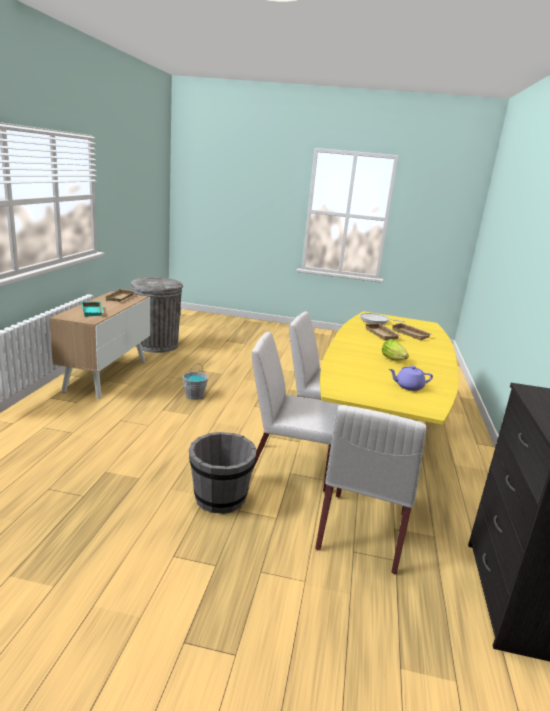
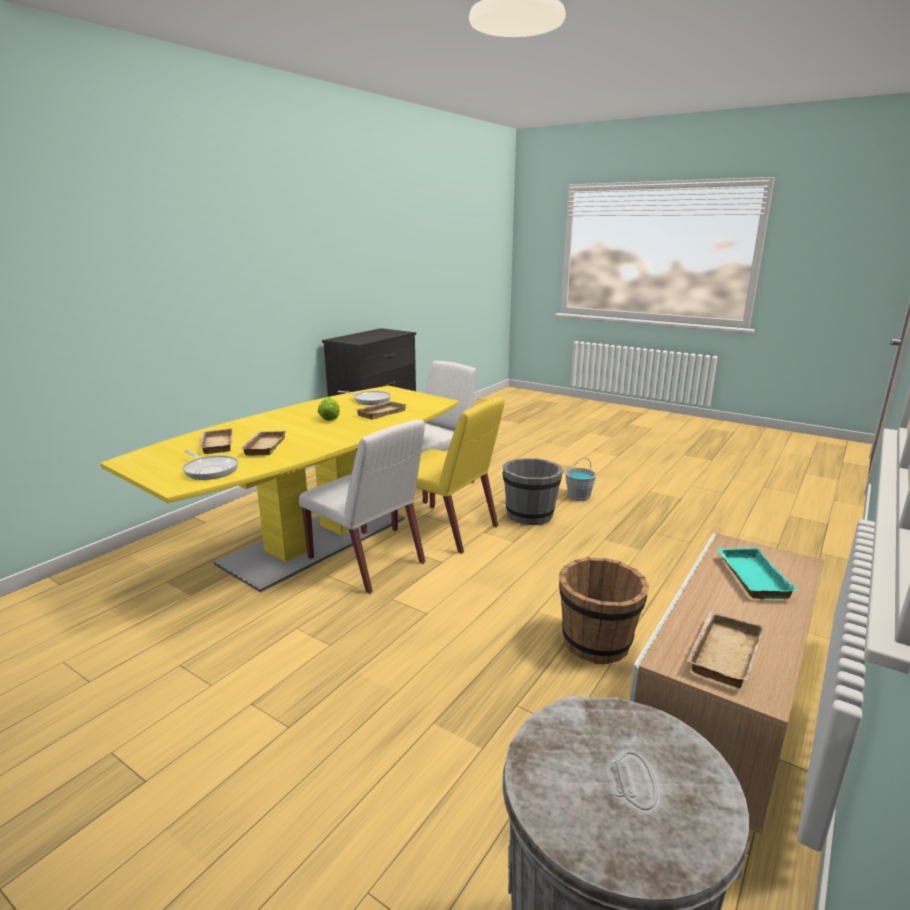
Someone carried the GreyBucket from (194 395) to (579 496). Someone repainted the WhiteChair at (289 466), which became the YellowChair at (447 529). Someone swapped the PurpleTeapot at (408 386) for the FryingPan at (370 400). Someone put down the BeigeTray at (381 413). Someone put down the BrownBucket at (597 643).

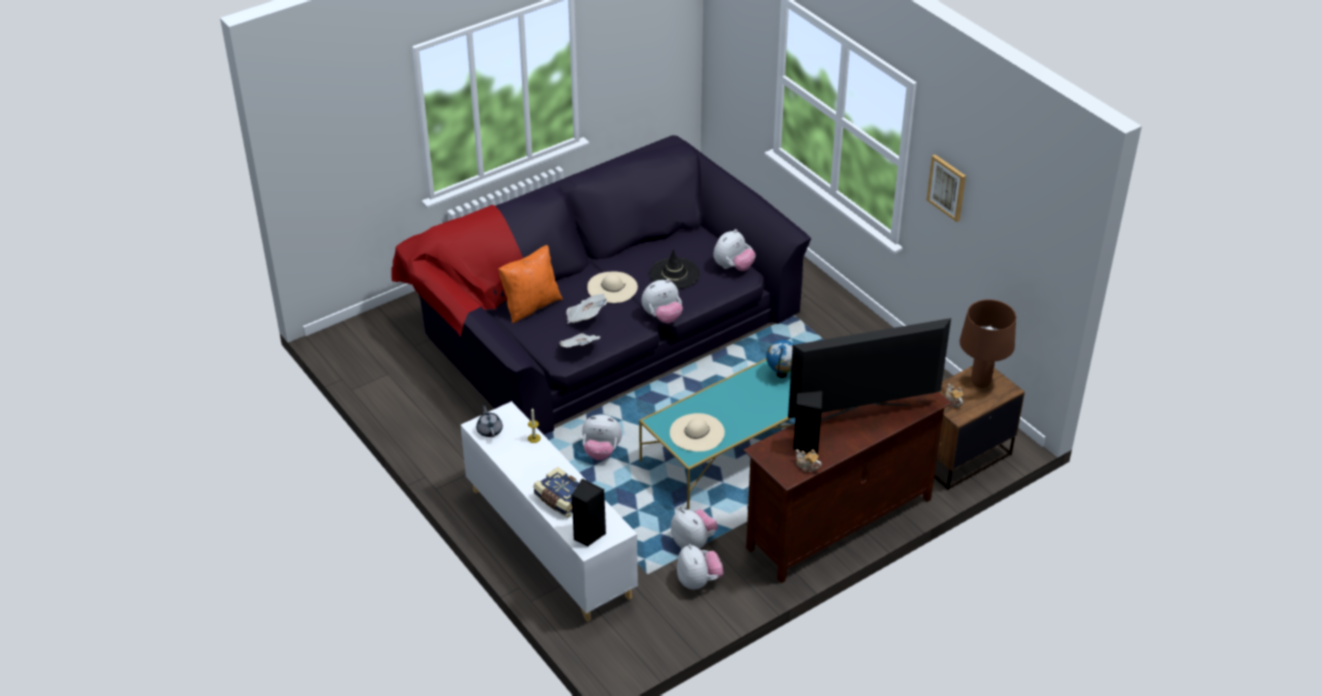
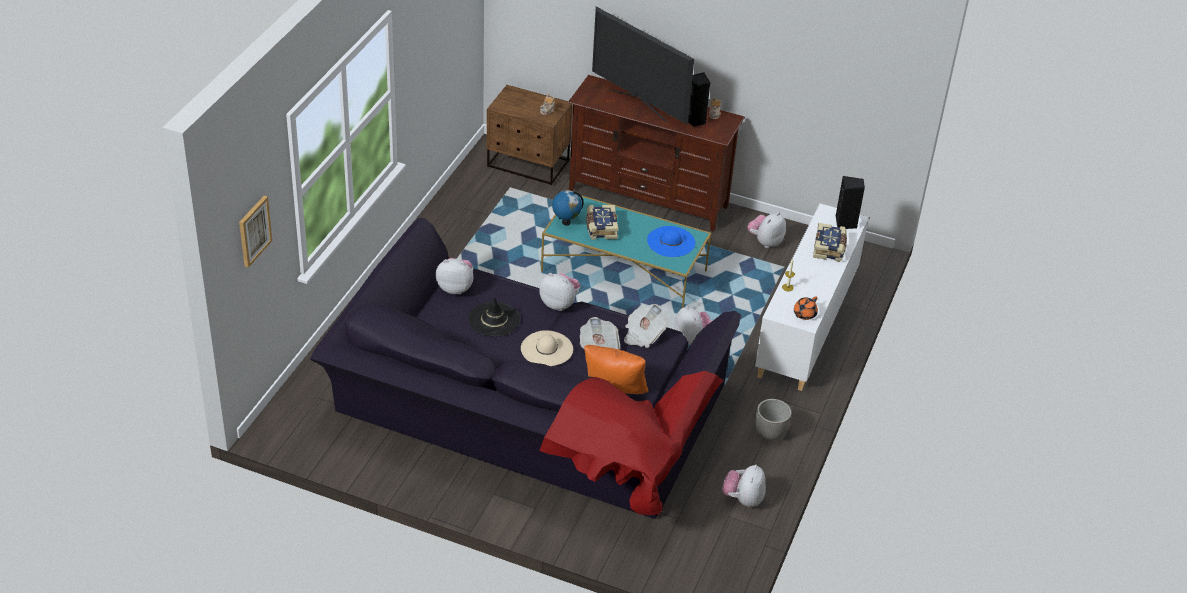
Someone repainted the GreyTeapot at (489 430), which became the OrangeTeapot at (804 314). Someone repainted the BeigeHat at (697 433), which became the BlueHat at (671 241). Someone carried the PlushToy from (693 542) to (743 499). Someone carried the Picture from (947 187) to (254 230). Someone took away the BrownTableLamp at (980 382). Someone put down the Book at (601 228). Someone put down the Planter at (770 434).

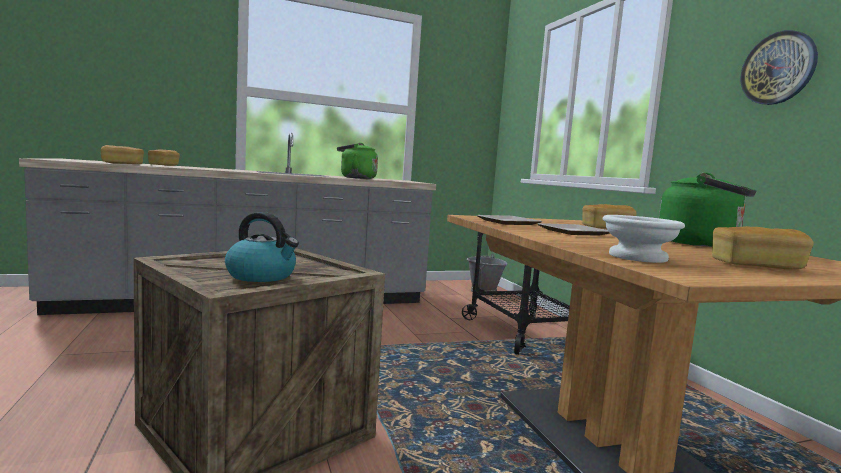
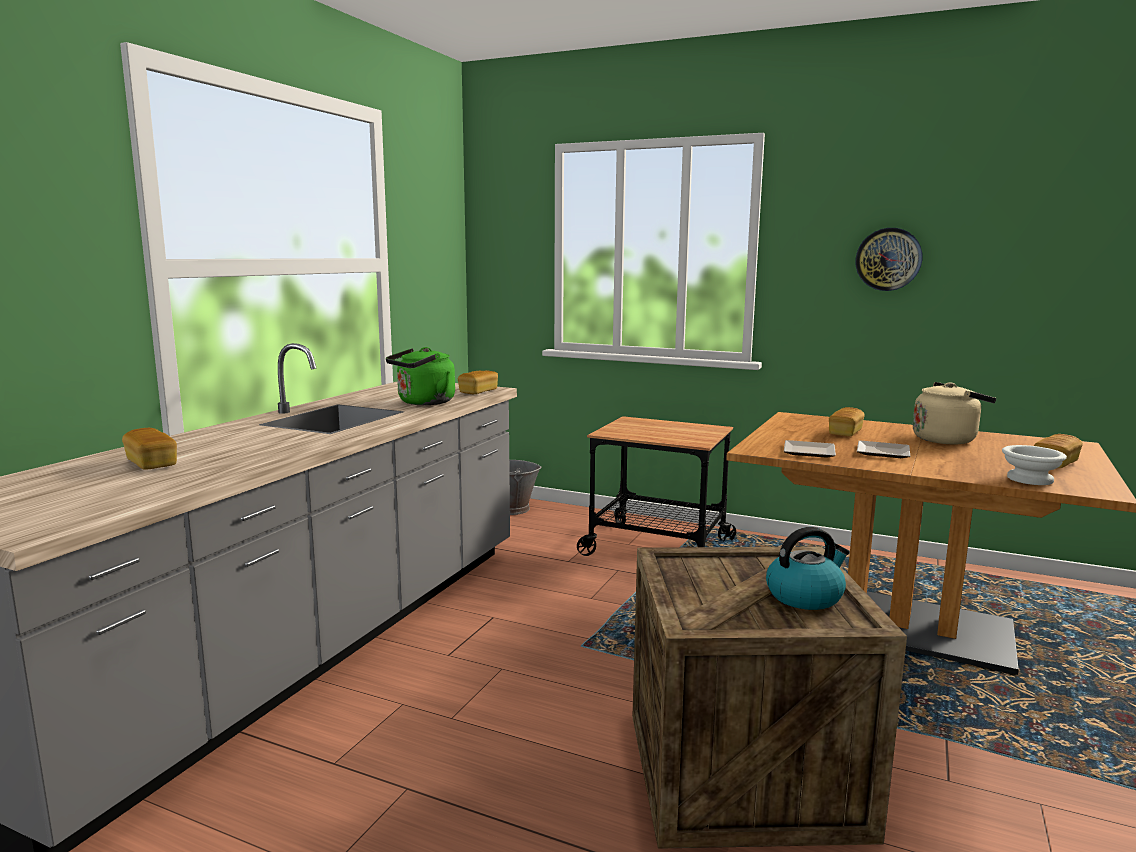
Someone carried the Bread from (122 164) to (478 392). Someone repainted the GreenKettle at (702 244), which became the BeigeKettle at (947 439).

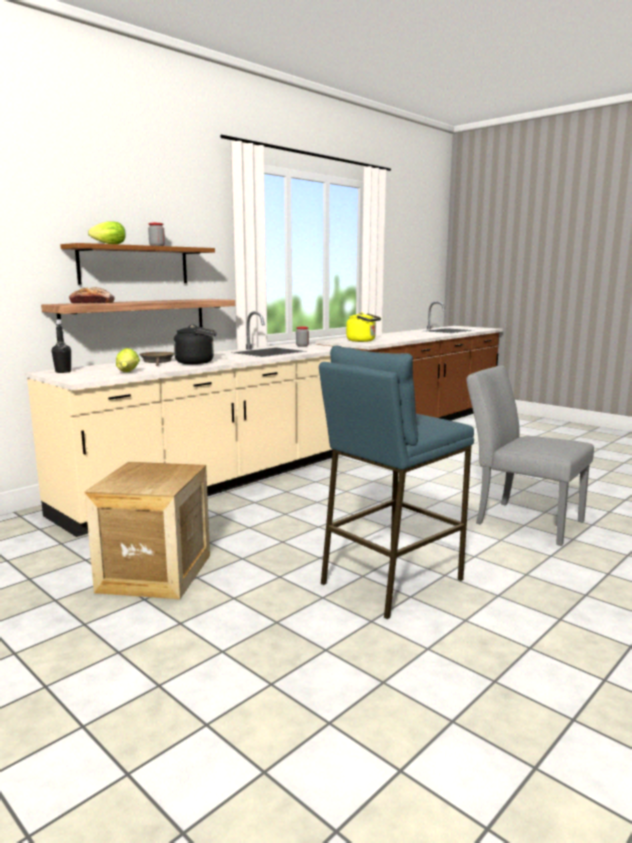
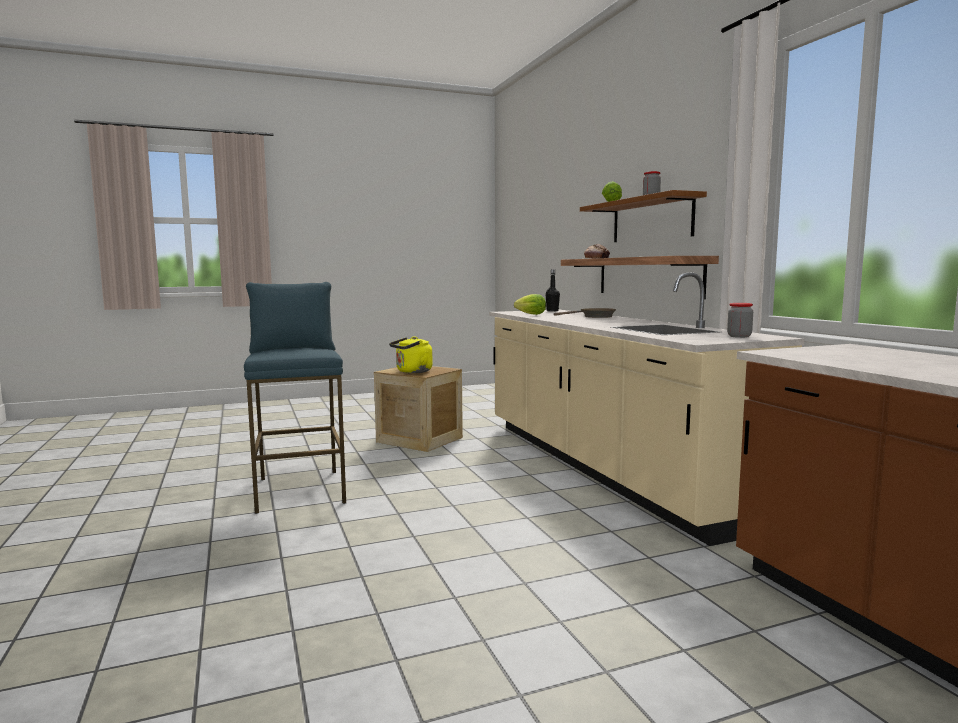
Someone took away the BlackKettle at (197 362). Someone carried the YellowKettle from (363 341) to (412 372). Someone took away the GreyChair at (521 520).

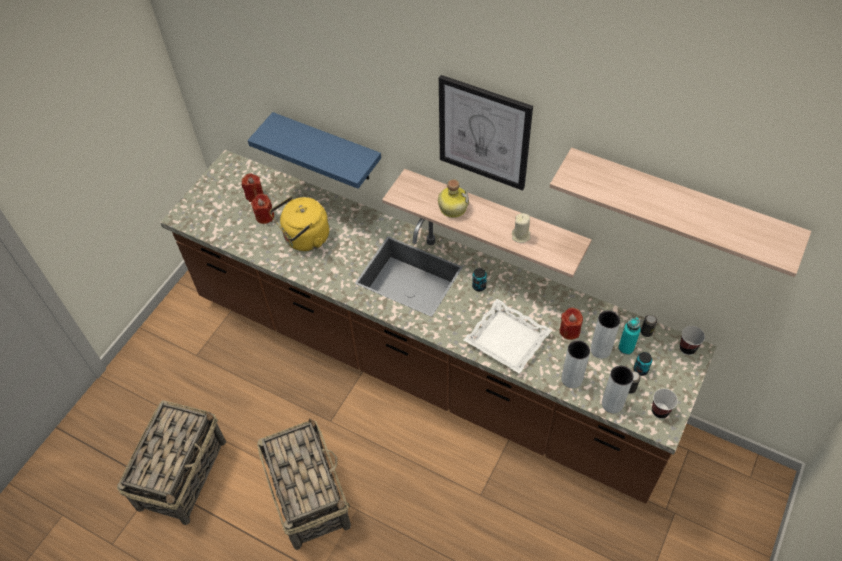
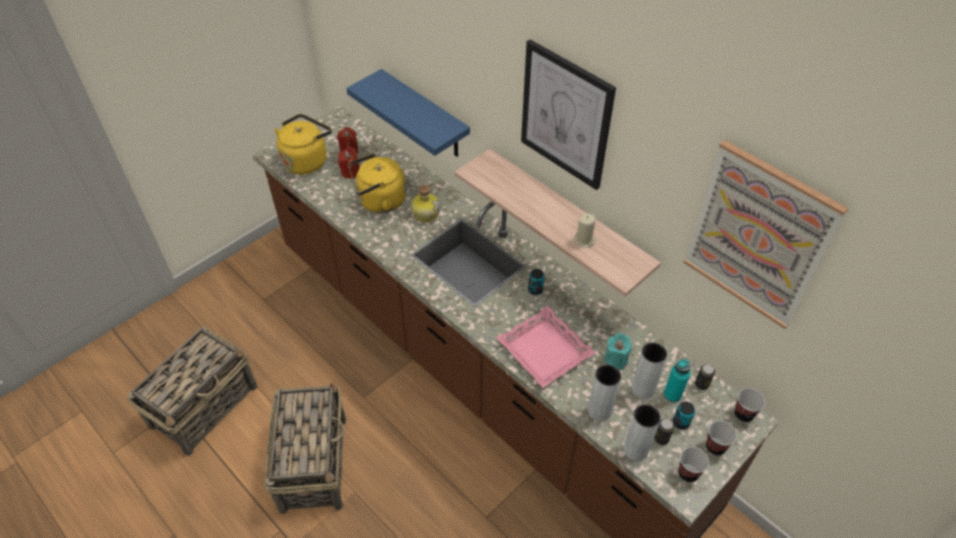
Someone carried the Bottle from (452 207) to (425 213). Someone repainted the WhiteTray at (506 340), which became the PinkTray at (544 350). Someone swapped the Shelf at (680 206) for the Picture at (758 236). Someone repainted the RedCandle at (569 331), which became the TurquoiseCandle at (615 360). Someone put down the YellowKettle at (307 160). Someone put down the Cup at (715 447).

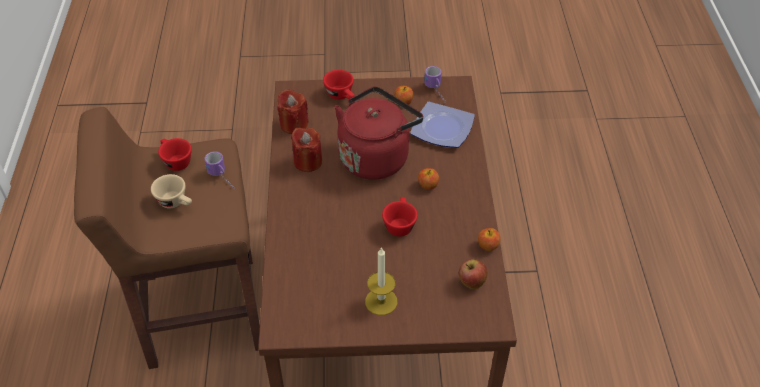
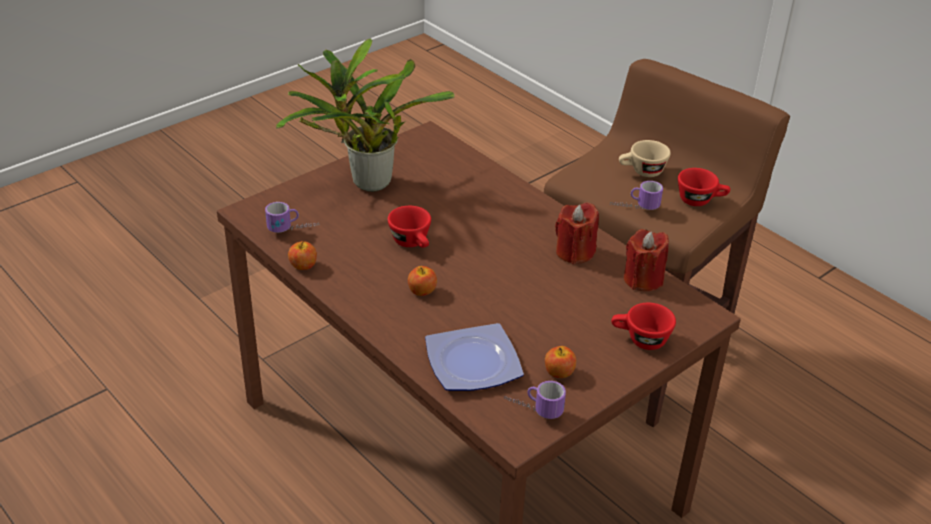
Someone took away the RedKettle at (376 156). Someone swapped the Candle at (381 301) for the PottedPlant at (365 183). Someone swapped the Apple at (471 283) for the Mug at (293 230).

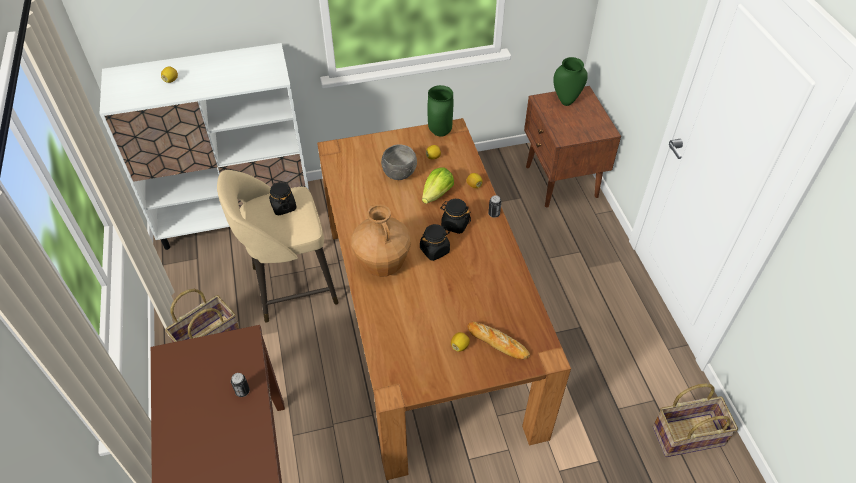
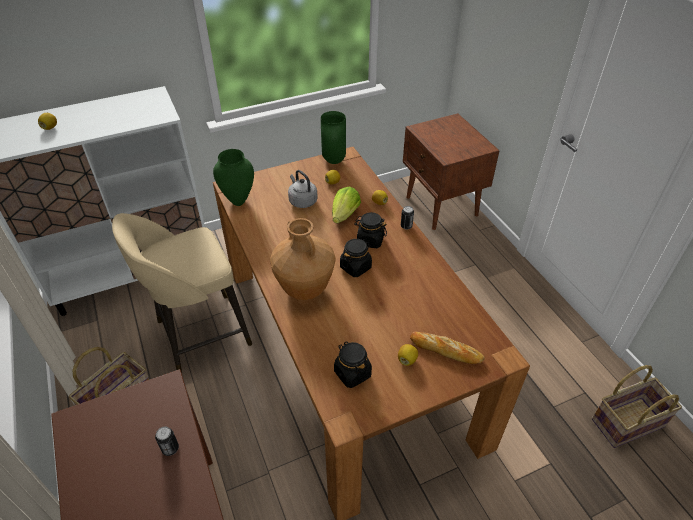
Someone carried the BlackJar from (283 206) to (352 373). Someone swapped the GreyBowl at (399 174) for the GreyKettle at (302 201). Someone carried the GreenVase from (566 102) to (238 201).

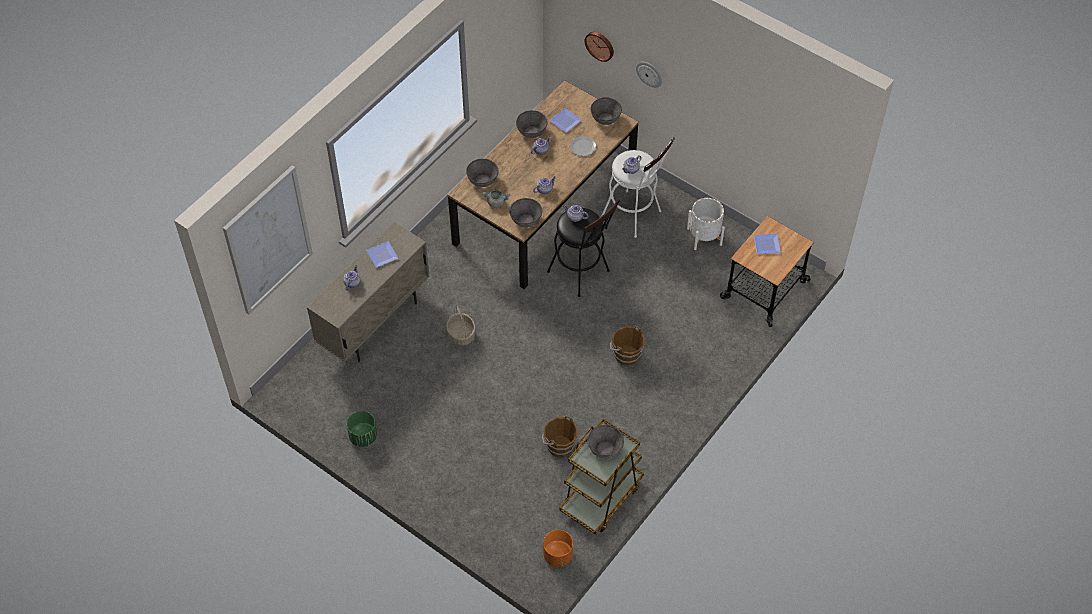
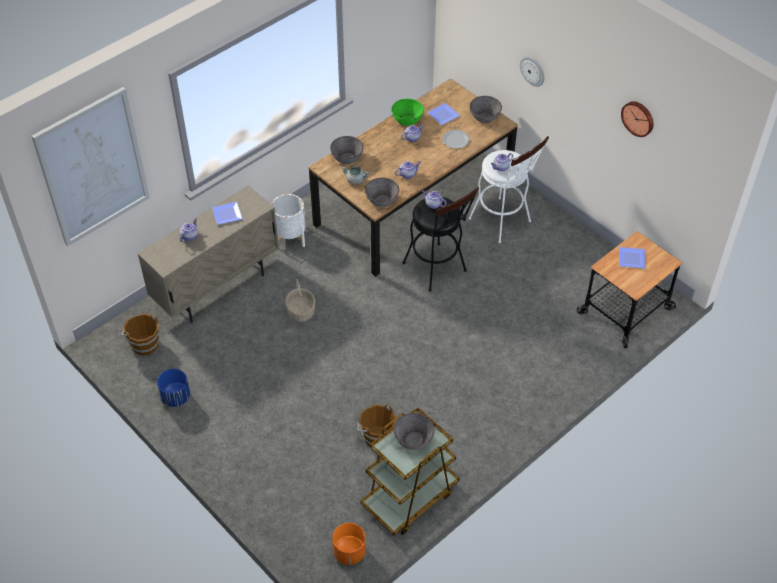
Someone repainted the GreenPlanter at (363 436), which became the BluePlanter at (176 397). Someone repainted the GreyBowl at (531 131), which became the GreenBowl at (407 120). Someone carried the WallClock from (600 45) to (638 118). Someone carried the BrownBucket from (626 354) to (144 344). Someone carried the WhitePlanter from (704 236) to (290 236).

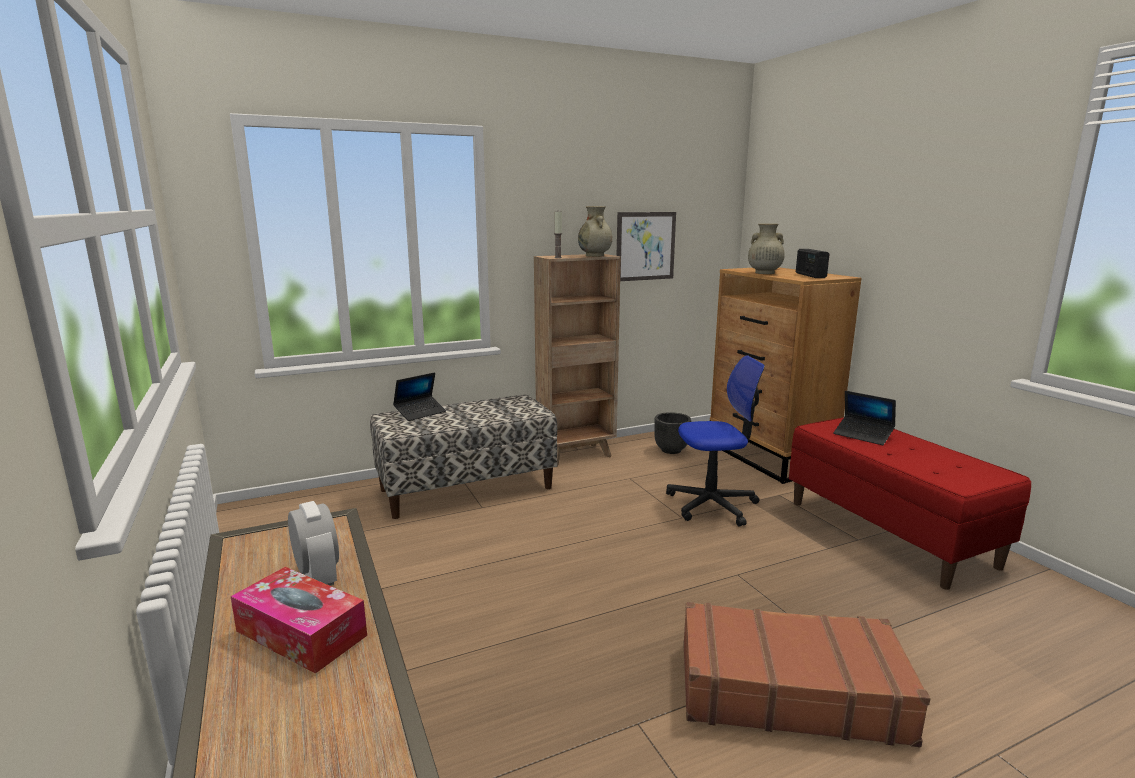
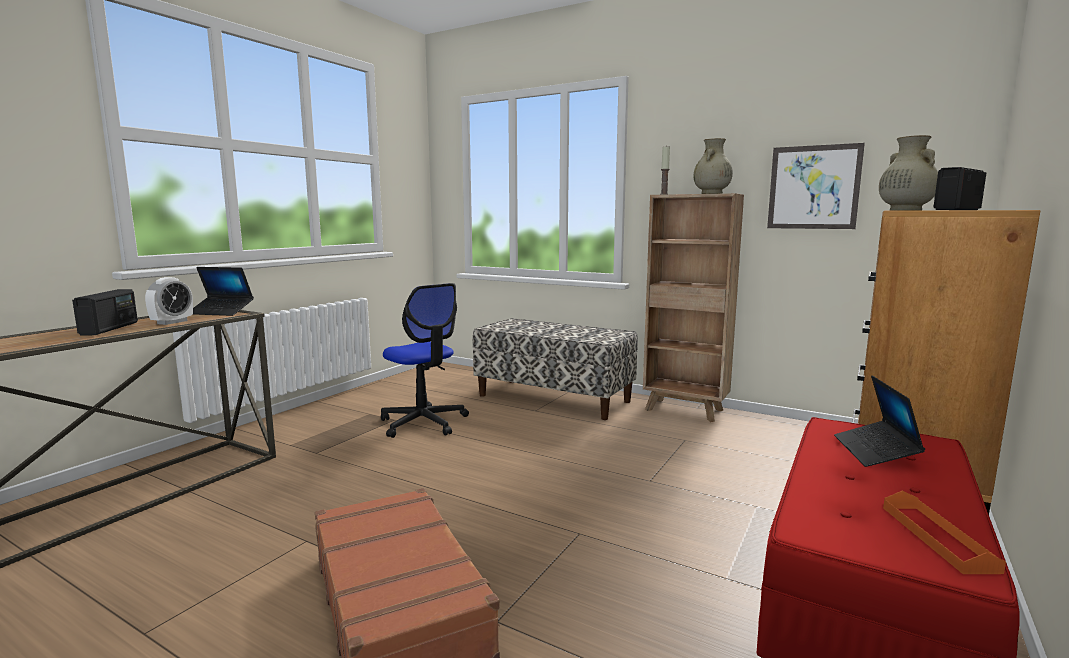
Someone swapped the TissueBox at (301 633) for the Radio at (110 328). Someone carried the Laptop from (420 413) to (221 312). Someone took away the BlackPlanter at (671 450). Someone carried the OfficeChair from (712 505) to (423 423). Someone put down the OrangeTray at (937 537).

